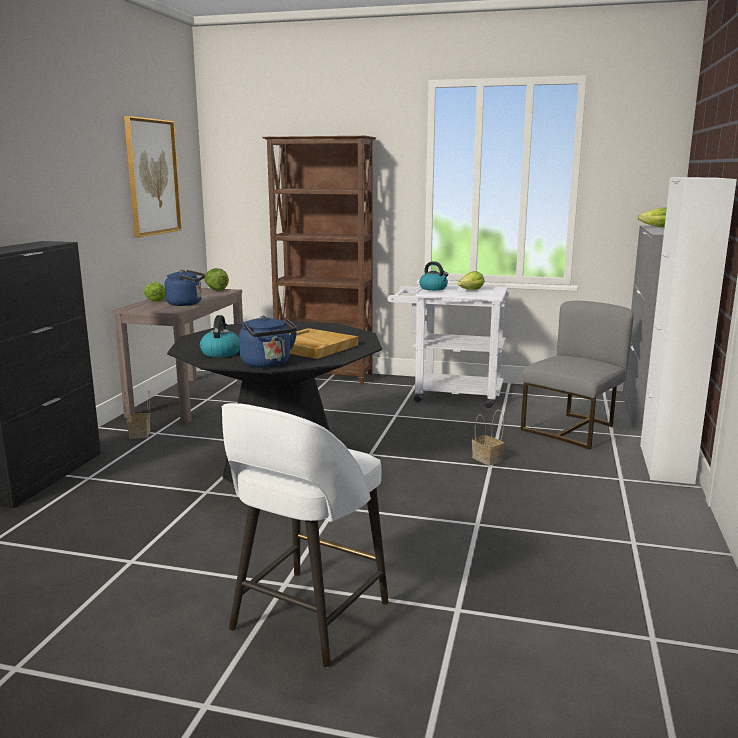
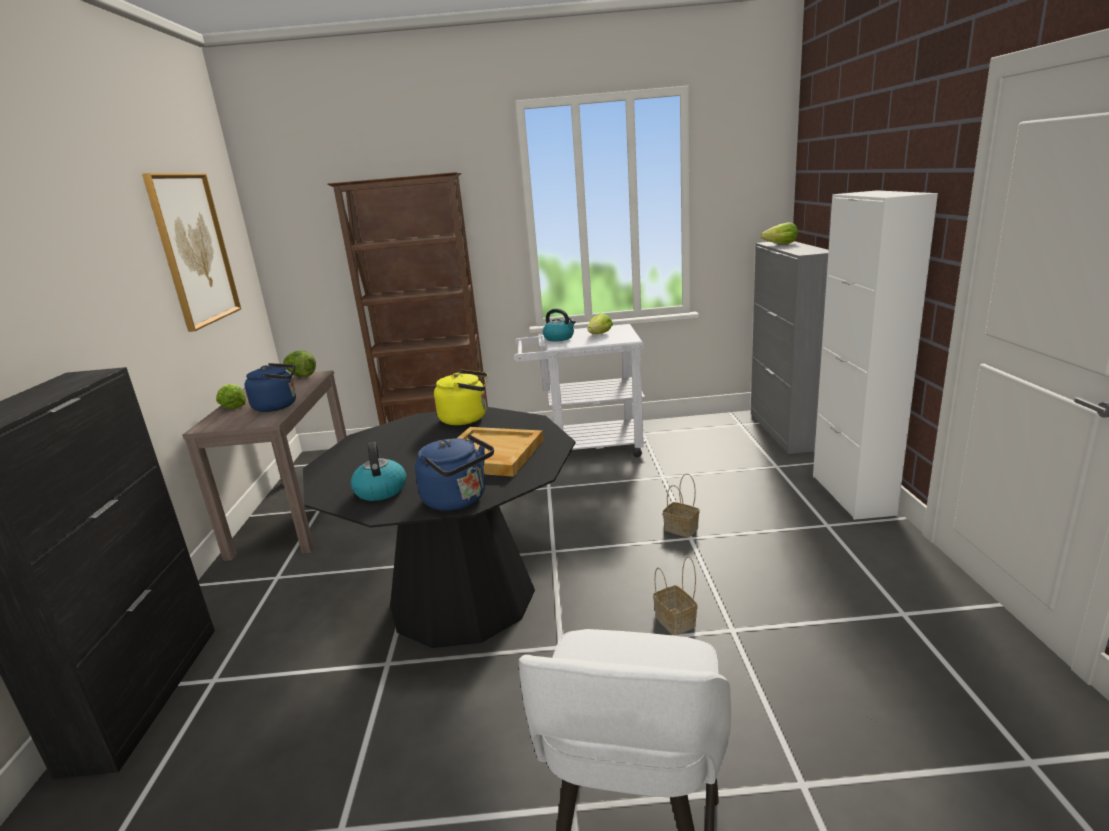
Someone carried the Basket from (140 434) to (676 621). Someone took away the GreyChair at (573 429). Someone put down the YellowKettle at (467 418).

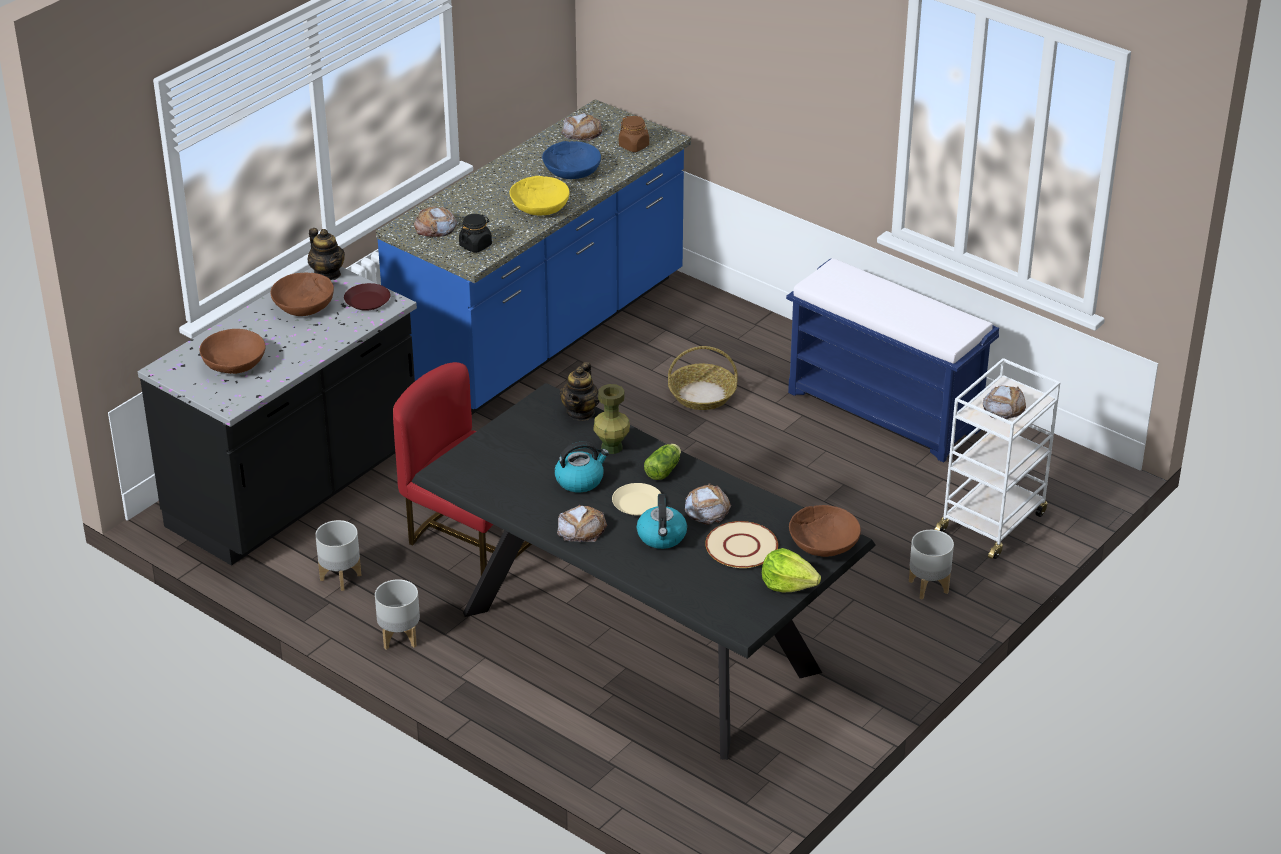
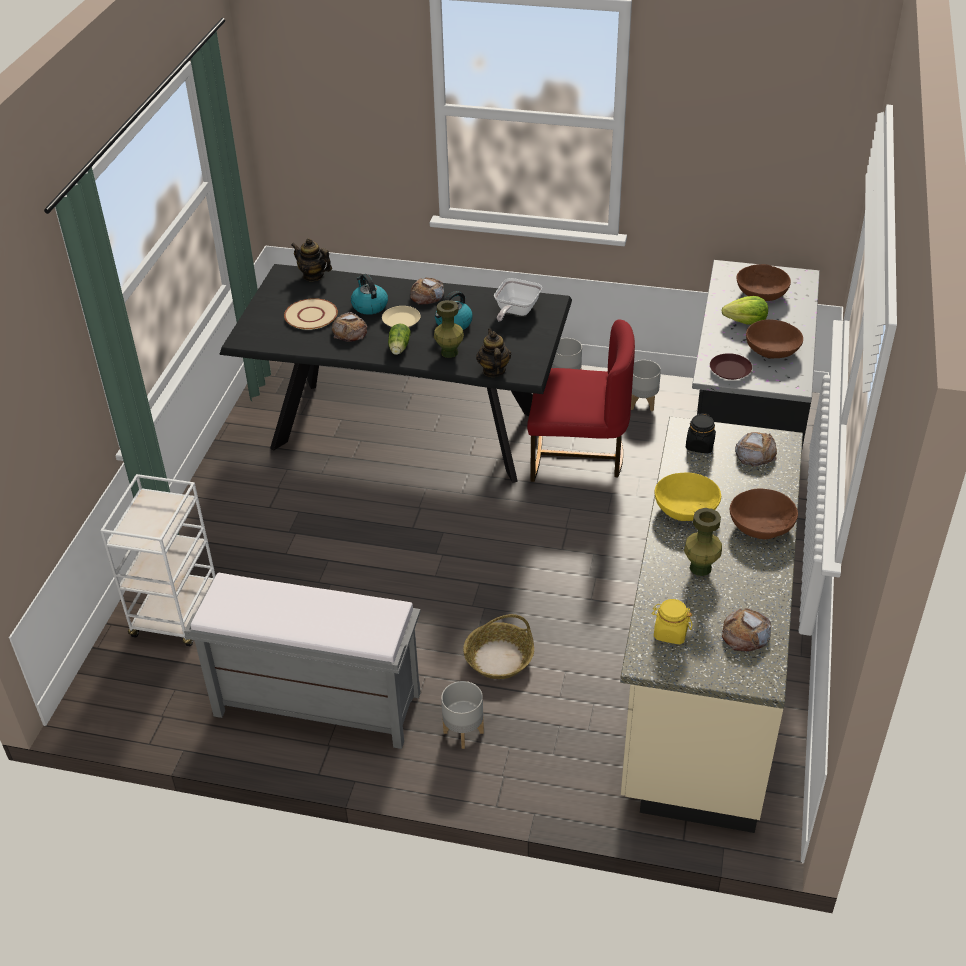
Someone carried the Teapot from (327 274) to (313 275). Someone repainted the BlueCounter at (542 333), which became the BeigeCounter at (701 677). Someone swapped the BlueBowl at (571 172) for the GreenVase at (700 567). Someone repainted the BrownJar at (634 146), which became the YellowJar at (670 633). Someone carried the Lettuce from (788 584) to (746 322). Someone repainted the BlueBench at (885 411), which became the GreyBench at (315 705). Someone carried the BrownBowl from (823 545) to (761 525). Someone carried the GreyPlanter from (928 587) to (463 732). Someone took away the Bread at (1004 407). Someone put down the FryingPan at (515 312).

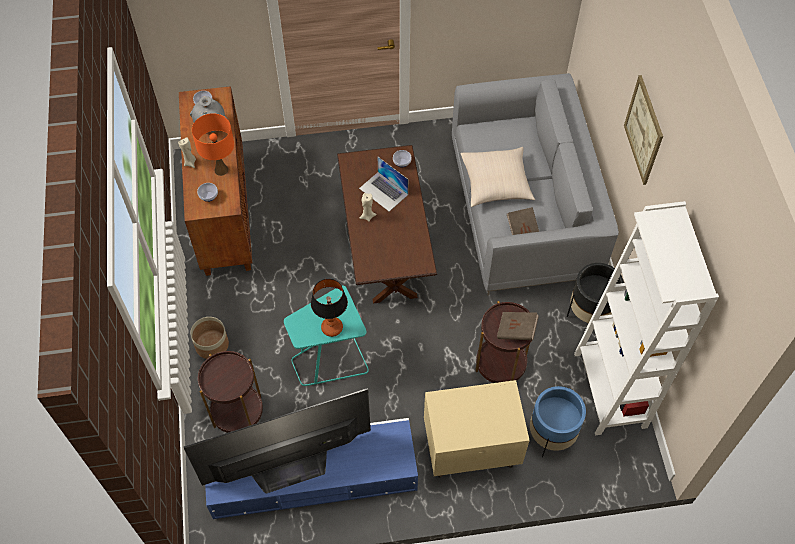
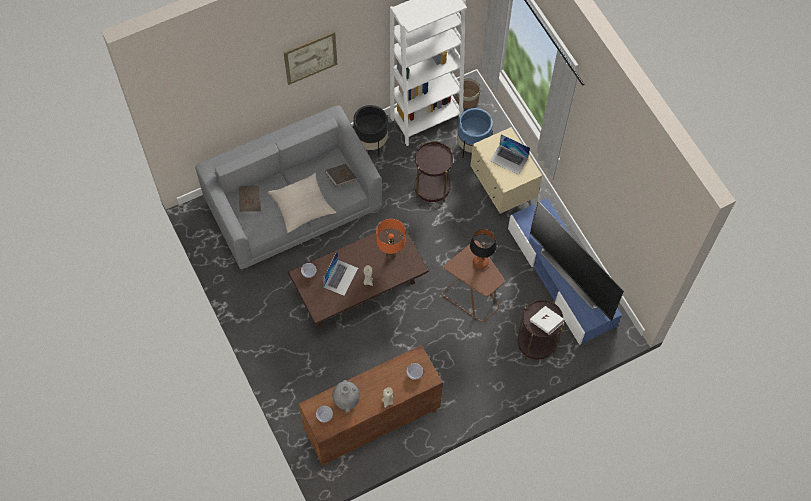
Someone carried the Planter from (211 344) to (467 99). Someone carried the OrangeTableLamp from (221 170) to (391 254). Someone repainted the TurquoiseSideTable at (329 360), which became the BrownSideTable at (472 296). Someone carried the BrownBook from (516 331) to (250 202). Someone put down the Laptop at (509 159). Someone put down the WhiteBook at (546 323).

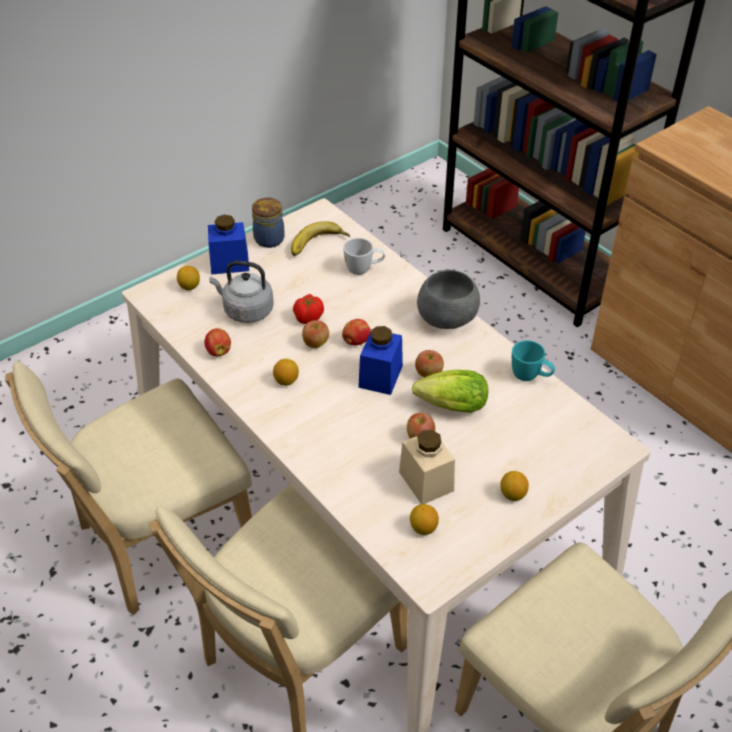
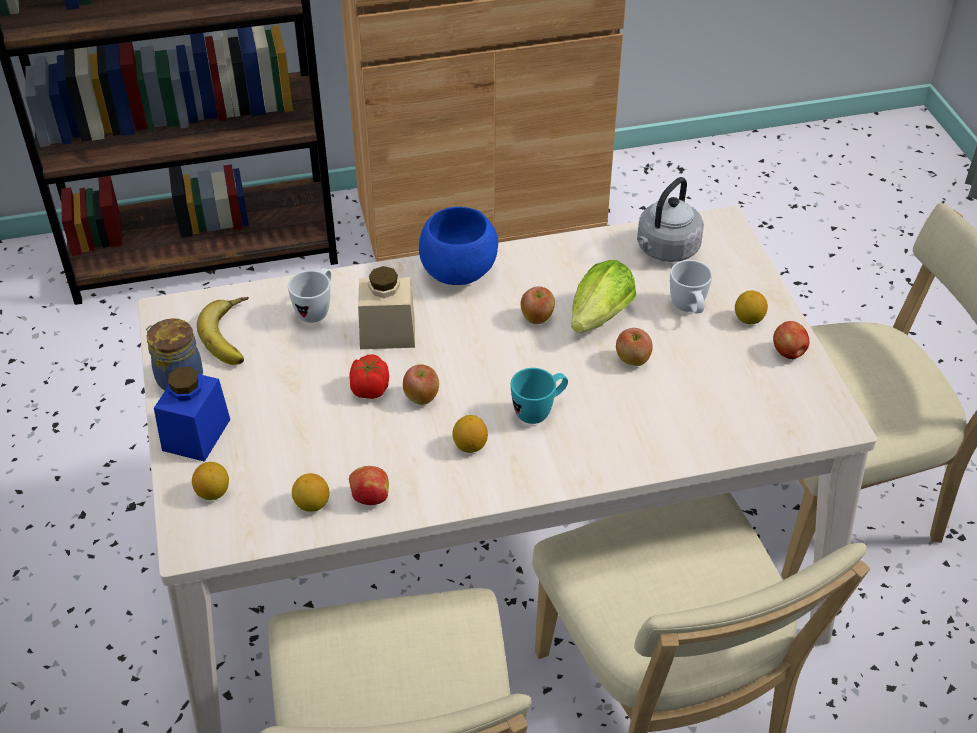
Someone carried the GreyKettle from (246 310) to (665 250). Someone carried the Apple from (356 341) to (788 352). Someone took away the BlueJar at (380 376). Someone carried the BeigeJar from (426 481) to (387 333). Someone carried the Lemon from (423 528) to (312 504). Someone repainted the GreyBowl at (447 320), which became the BlueBowl at (459 272). Someone carried the TurquoiseMug from (530 377) to (539 411). Someone put down the WhiteMug at (689 310).

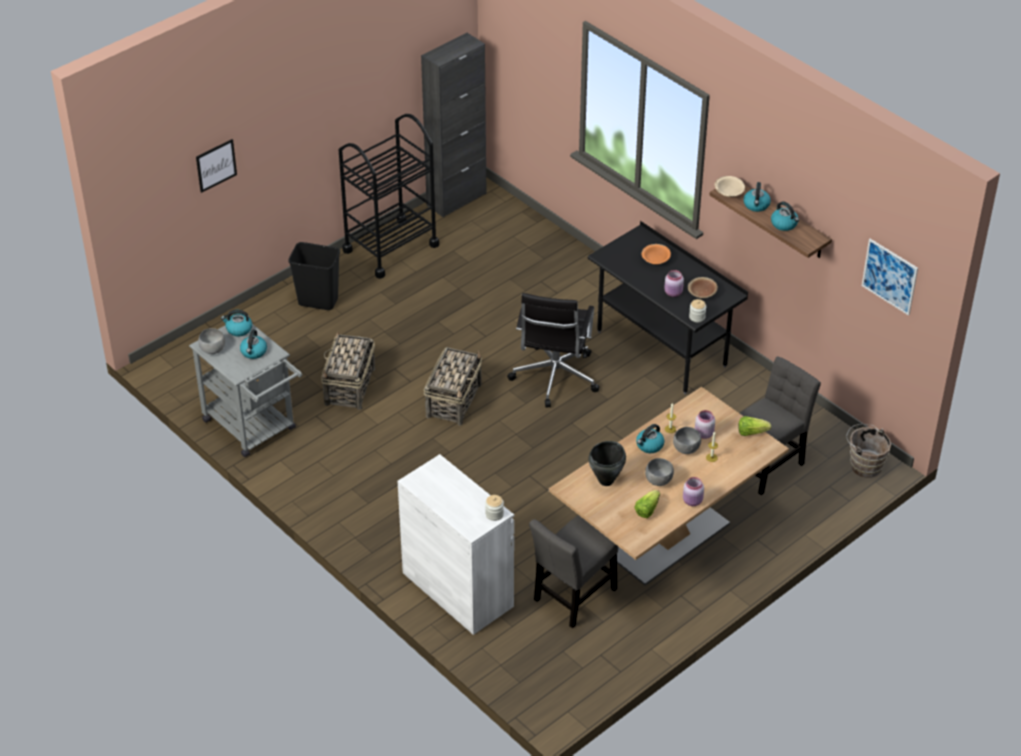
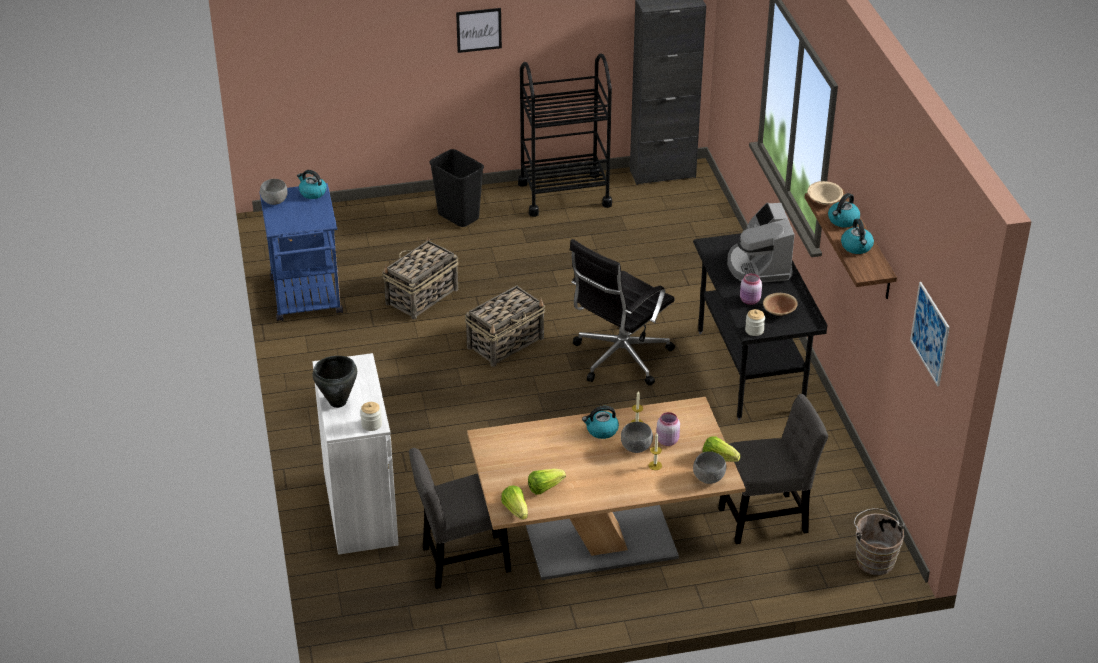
Someone repainted the GreyCart at (254 428), which became the BlueCart at (307 301). Someone carried the Picture from (216 165) to (479 30). Someone took away the Kettle at (254 352). Someone carried the BlackCookingPot from (606 480) to (338 402). Someone swapped the OrangeBowl at (655 260) for the CoffeeMachine at (758 265). Someone carried the GreyBowl from (659 480) to (709 478). Someone took away the PinkJar at (693 501). Someone put down the Lettuce at (515 510).

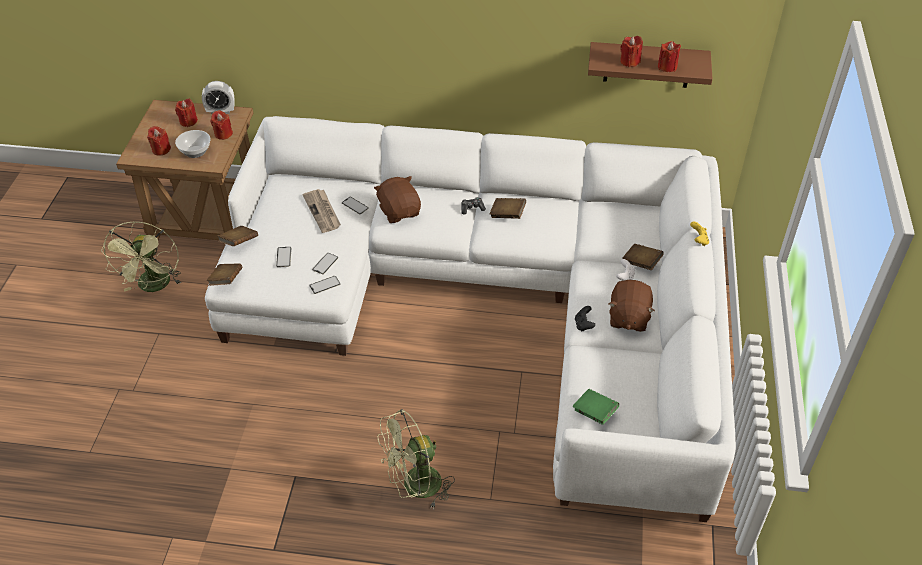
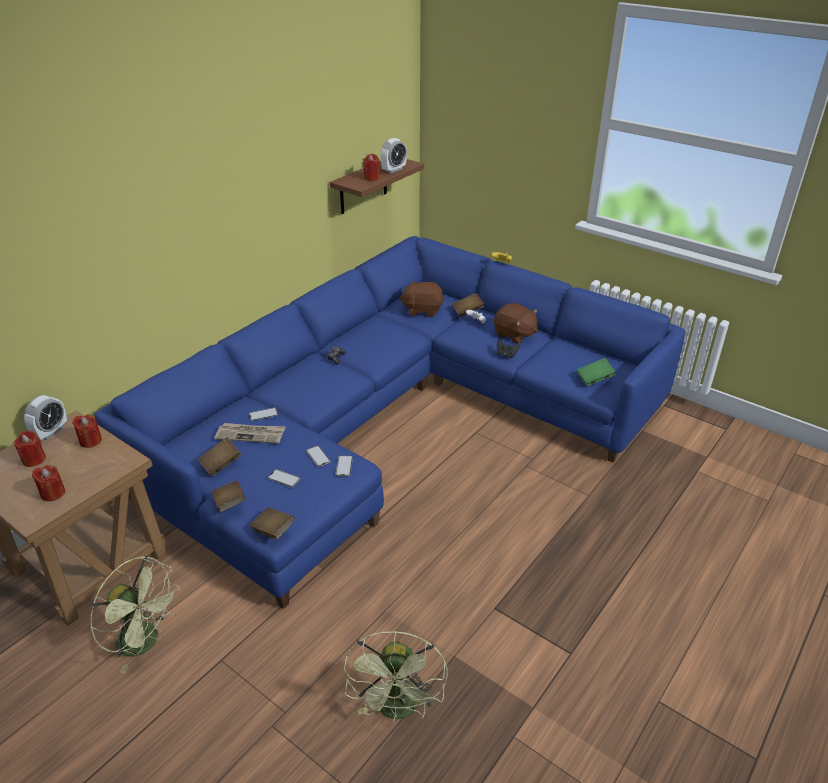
Someone took away the Bowl at (195 151). Someone repainted the WhiteSofa at (497 302), which became the BlueSofa at (395 417). Someone carried the BrownPlushToy from (399 211) to (422 310). Someone carried the GreenFan from (415 487) to (398 709). Someone carried the BrownBook from (507 214) to (220 464). Someone swapped the RedCandle at (667 67) for the AlarmClock at (393 170).

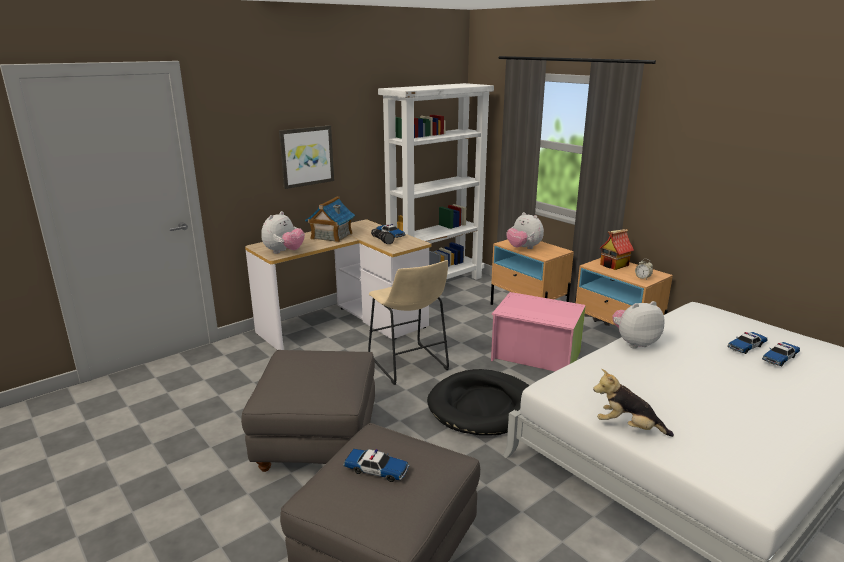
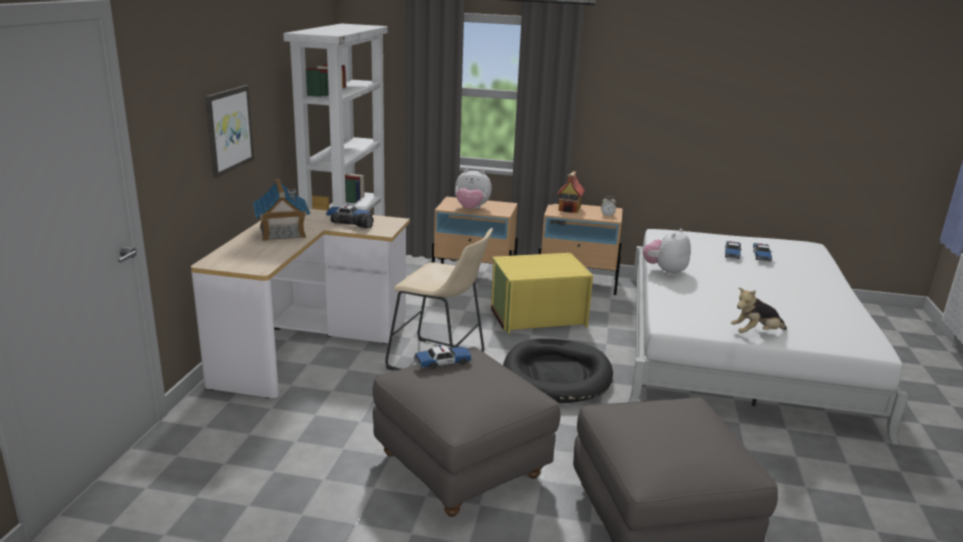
Someone took away the PlushToy at (284 252). Someone carried the ToyCar from (376 470) to (443 362). Someone repainted the PinkStorageBox at (535 355), which became the YellowStorageBox at (537 316).

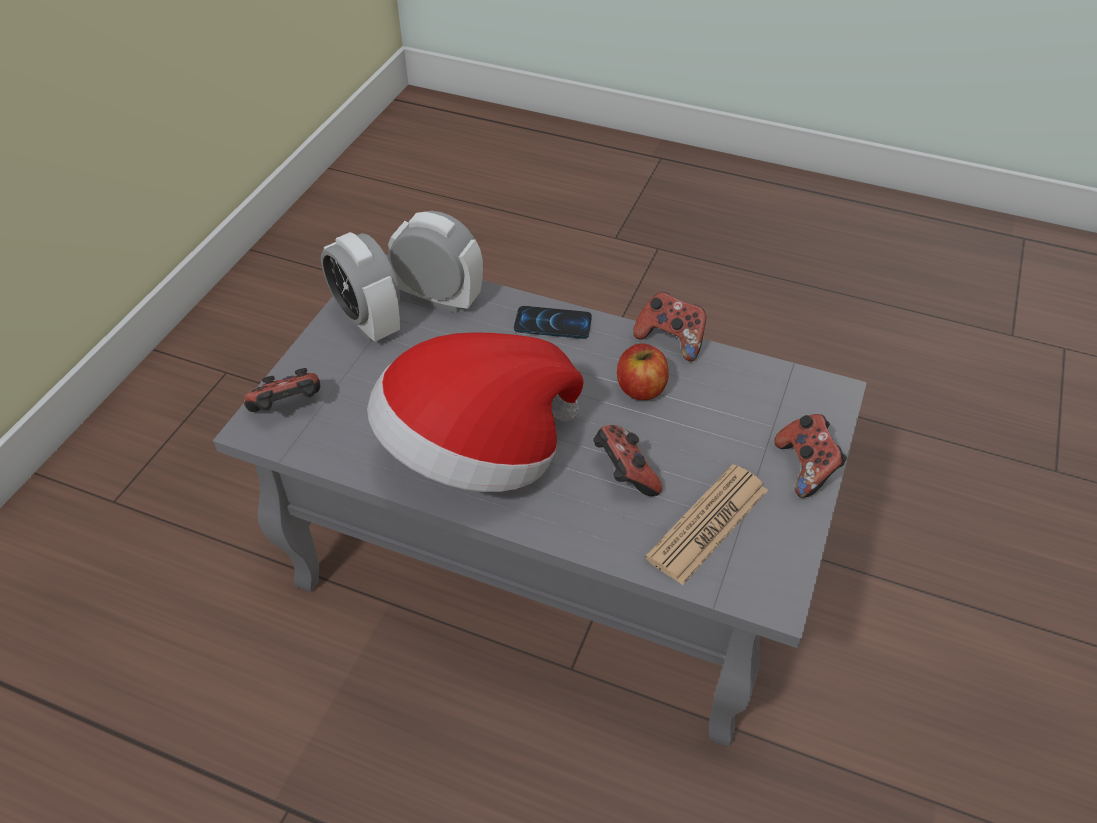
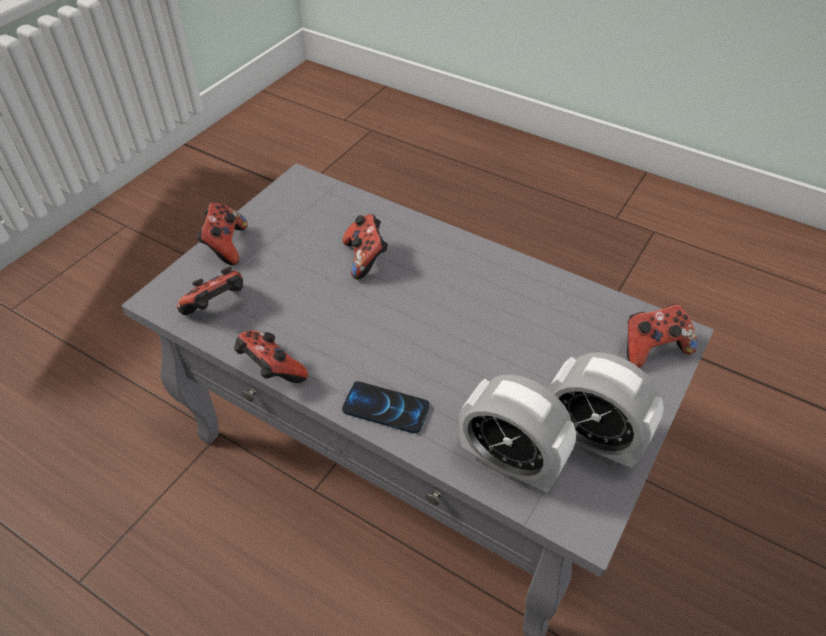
Someone rotated the AlarmClock at (368 322) by 150 degrees clockwise. Someone took away the Hat at (477 454). Someone took away the Apple at (640 388). Someone took away the Newspaper at (708 524). Someone put down the GameController at (217 307).

